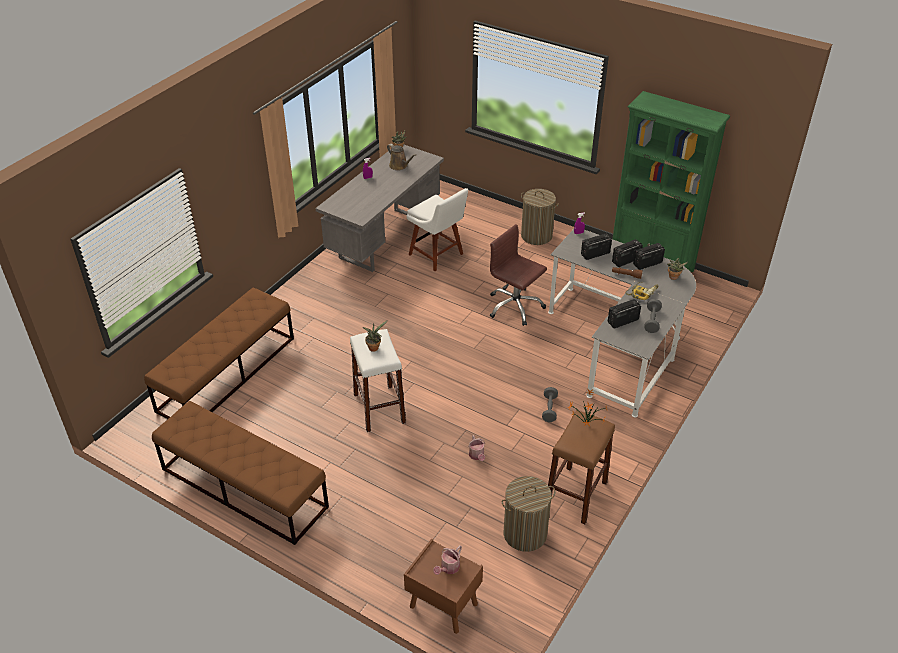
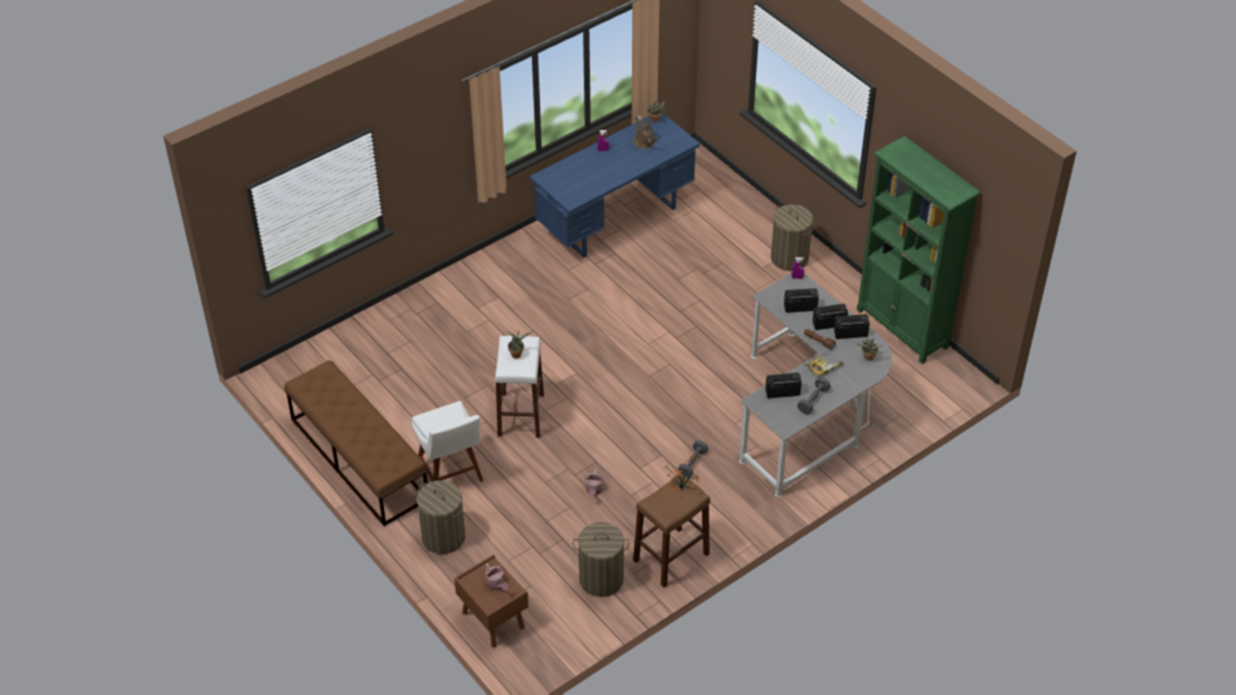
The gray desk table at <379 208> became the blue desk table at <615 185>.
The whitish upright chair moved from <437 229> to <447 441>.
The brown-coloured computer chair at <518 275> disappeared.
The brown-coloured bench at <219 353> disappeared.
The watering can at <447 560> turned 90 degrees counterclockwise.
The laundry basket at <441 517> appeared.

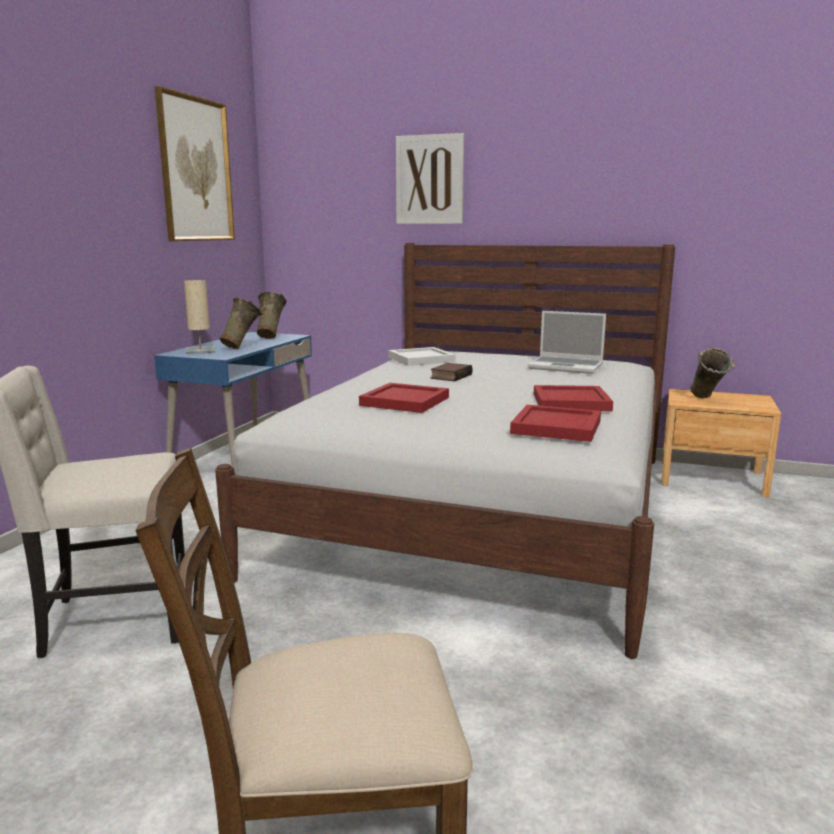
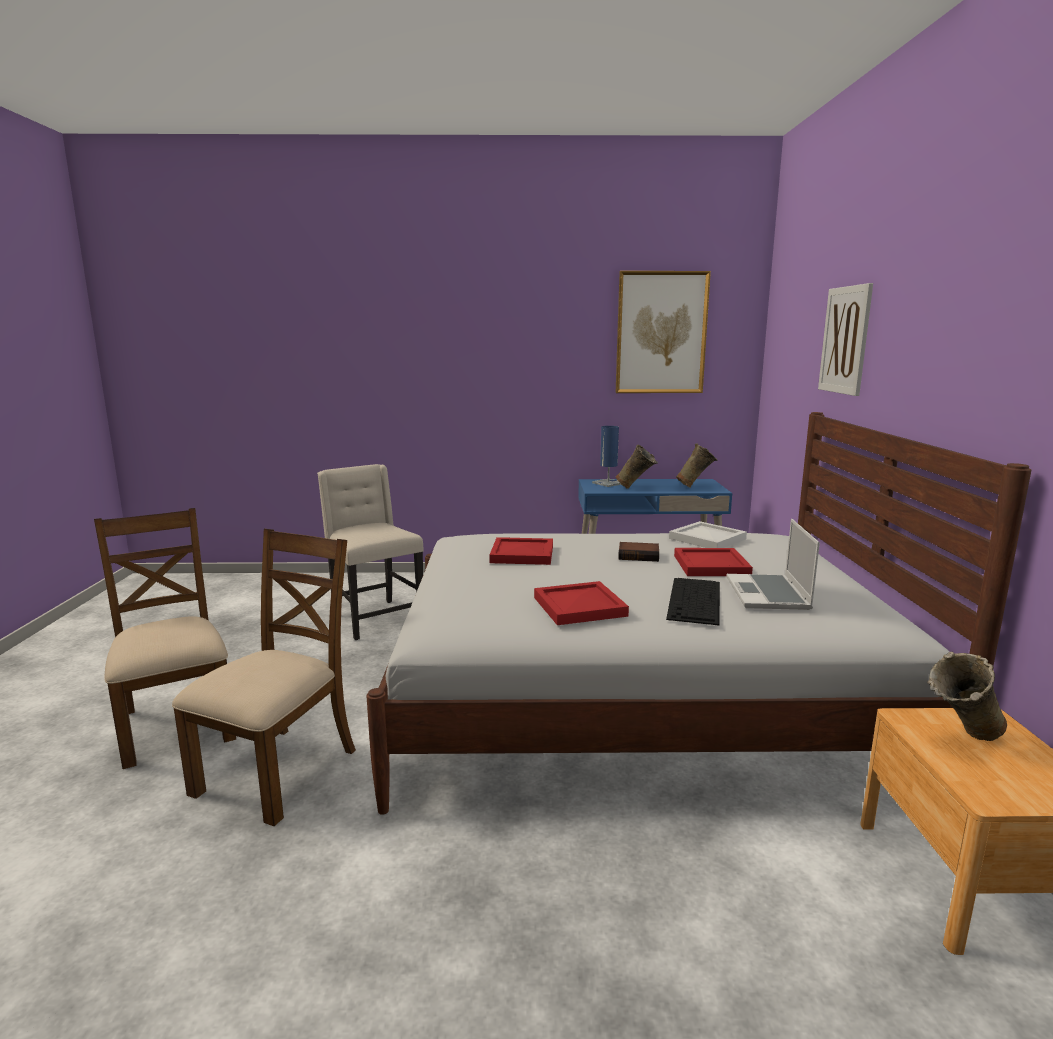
The beige lamp for a table at <199 317> became the blue lamp for a table at <606 456>.
The reddish carrying tray moved from <555 423> to <713 562>.
The brown-coloured upright chair at <264 677> appeared.
The PC keyboard at <693 601> appeared.

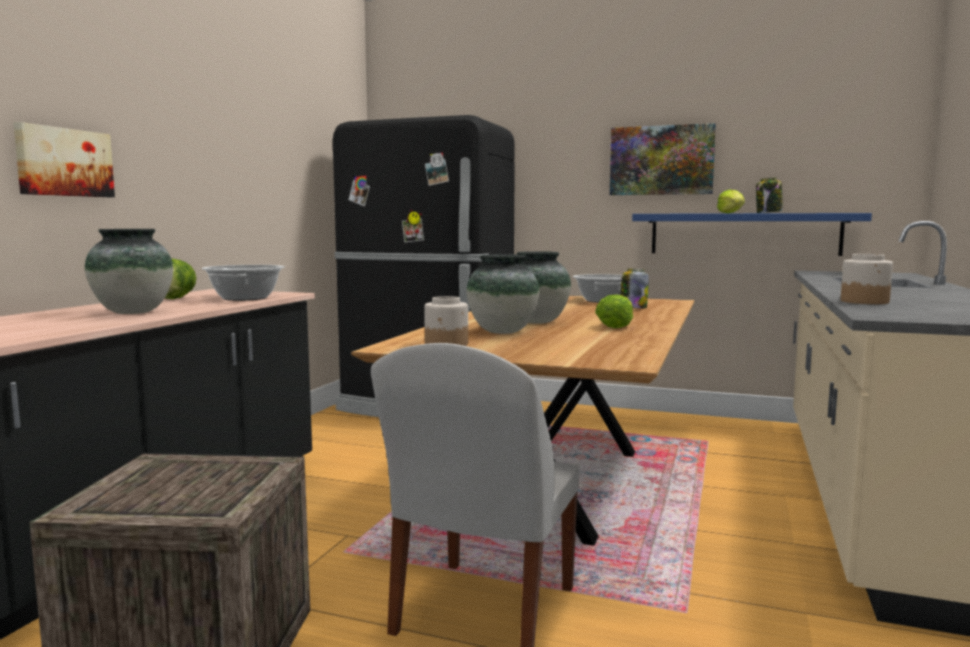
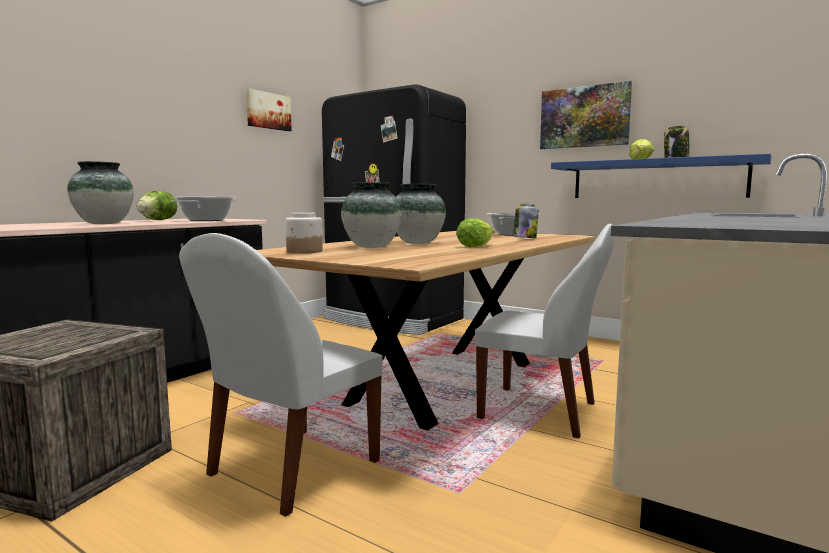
The wall picture moved from <64 159> to <269 110>.
The storage jar at <867 279> disappeared.
The whitish upright chair at <545 331> appeared.

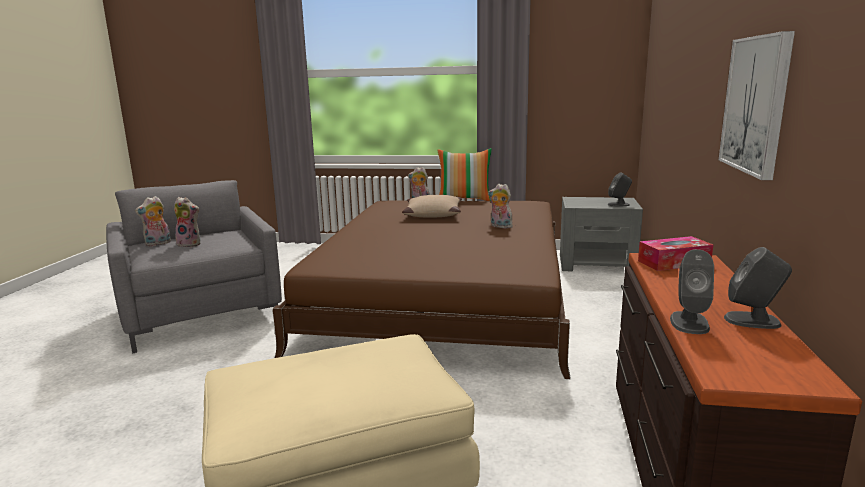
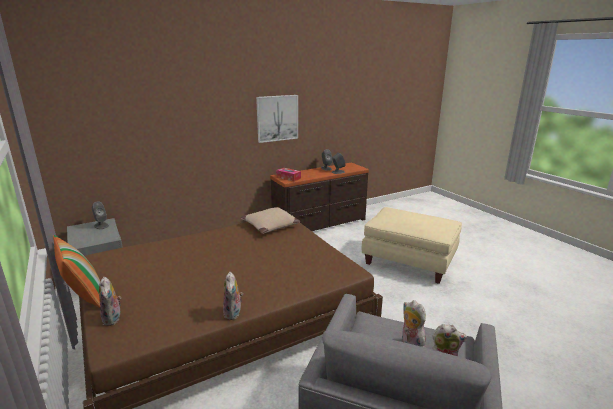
The soft toy moved from <500 206> to <233 296>.
The beige throw pillow moved from <432 206> to <270 220>.

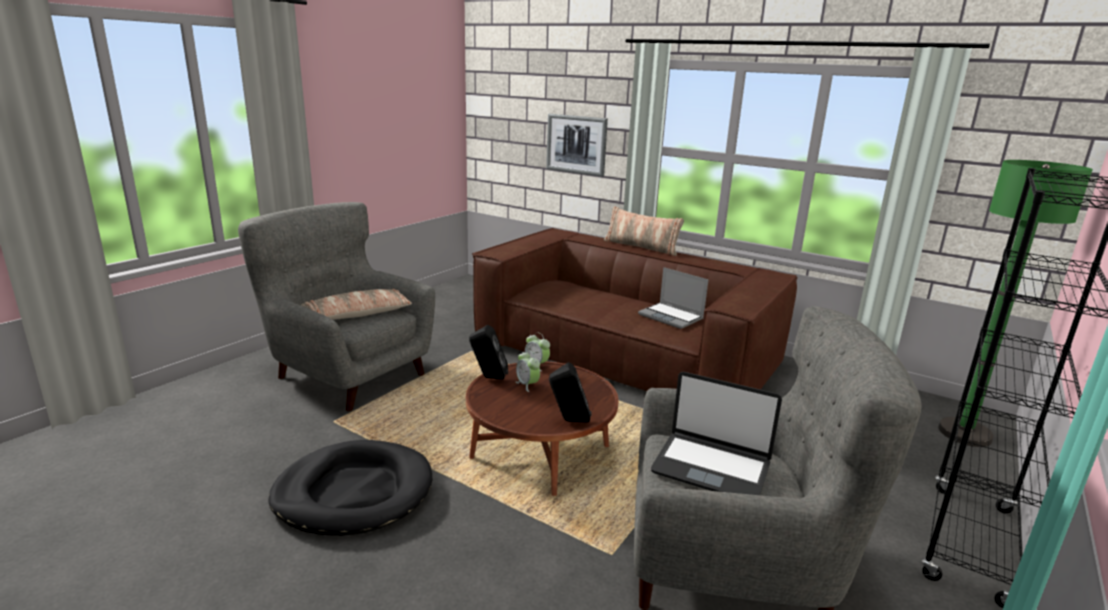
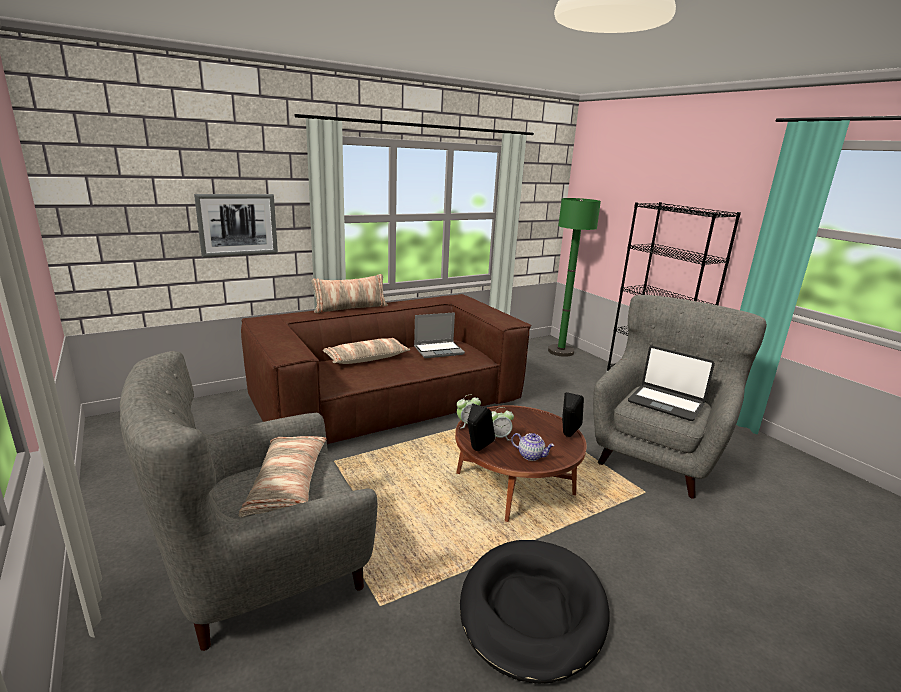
The laptop at <716 433> turned 75 degrees clockwise.
The throw pillow at <366 351> appeared.
The pot for tea at <533 447> appeared.

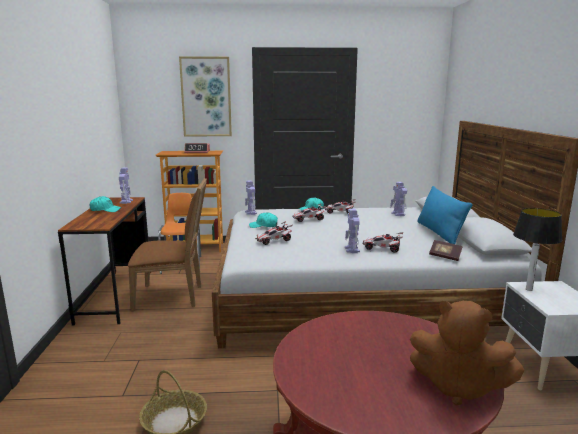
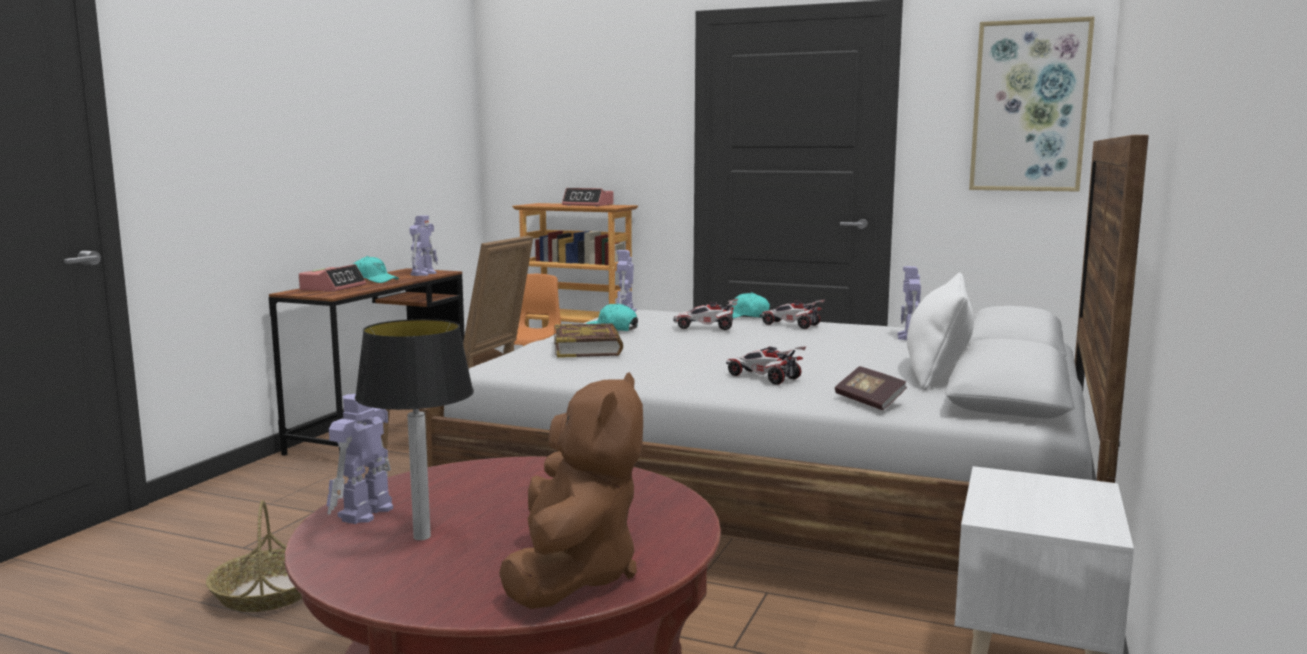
The wall picture moved from <205 96> to <1032 104>.
The blue throw pillow at <445 215> became the whitish throw pillow at <940 331>.
The lamp for a table moved from <537 249> to <414 429>.
The toy robot moved from <352 231> to <360 459>.
The toy car at <274 233> was replaced by the bound book at <588 340>.
The brown-coloured soft toy at <467 353> turned 135 degrees counterclockwise.
The bedside clock at <332 278> appeared.

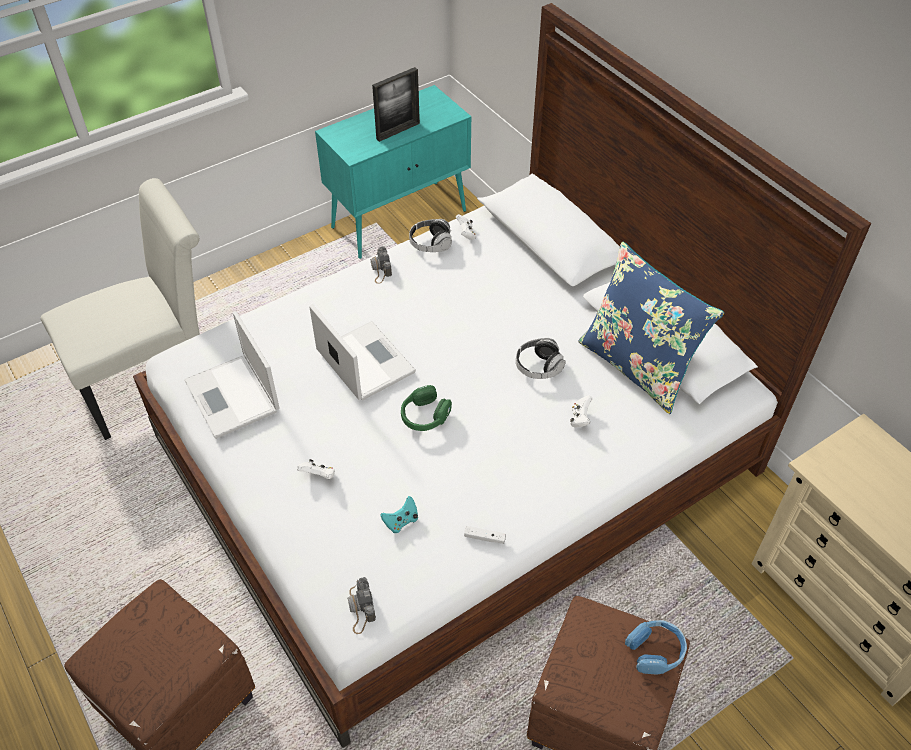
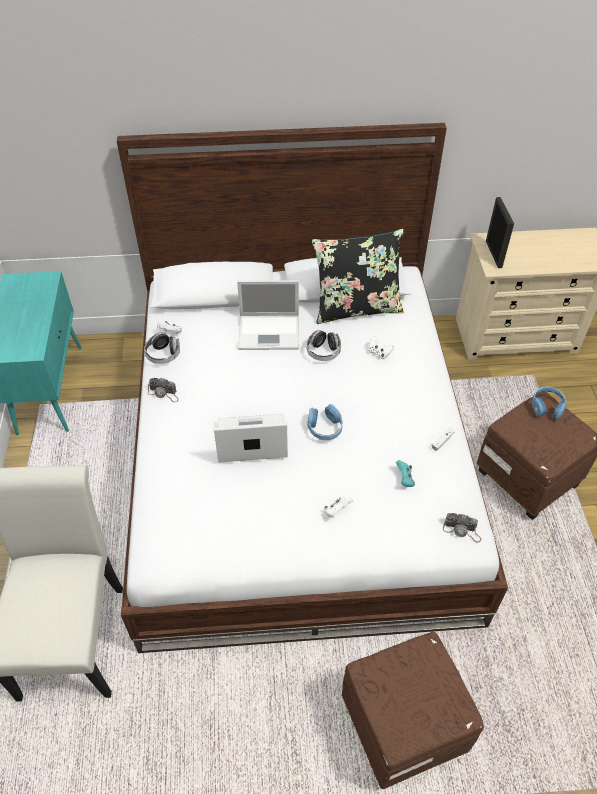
The standing frame moved from <396 104> to <500 232>.
The blue throw pillow at <651 328> became the blackish throw pillow at <358 276>.
The laptop moved from <232 375> to <268 315>.
The greenish headset at <426 408> became the blue headset at <325 422>.

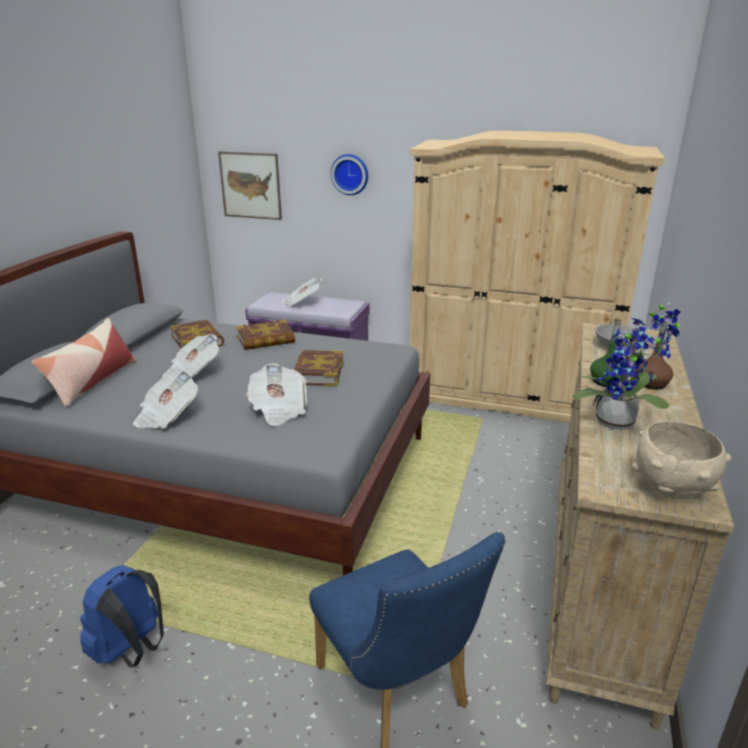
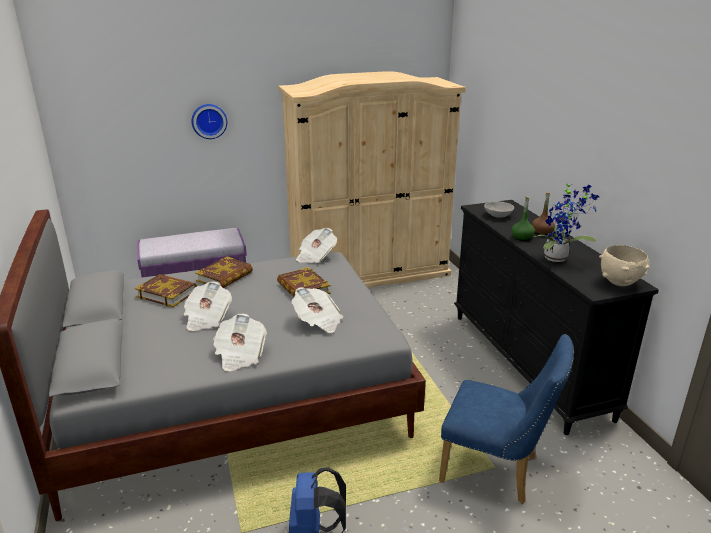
The wall picture at <250 185> disappeared.
The printed paper moved from <302 292> to <316 245>.
The throw pillow at <84 362> disappeared.
The beige chest of drawers at <640 526> became the blackish chest of drawers at <556 317>.

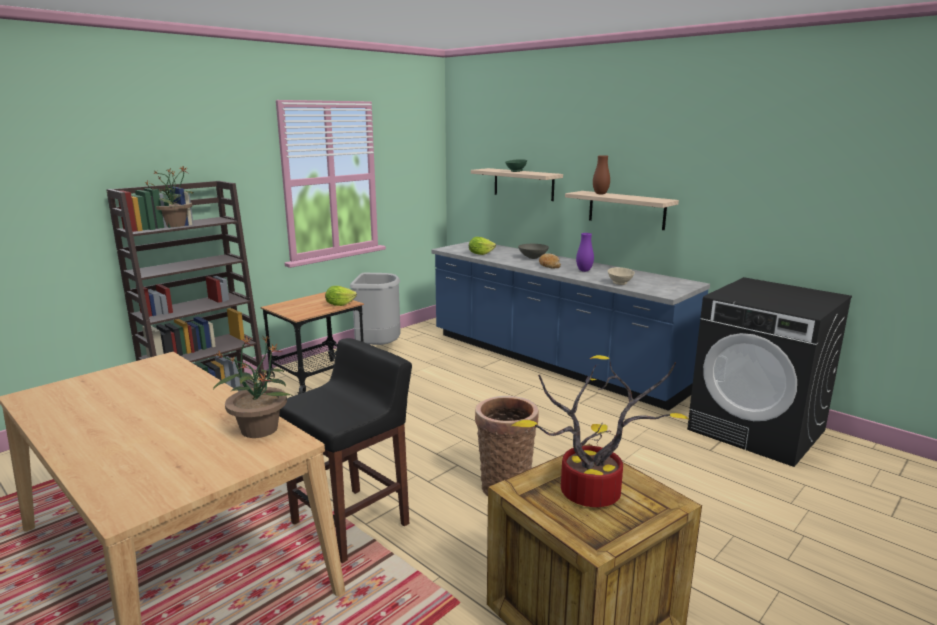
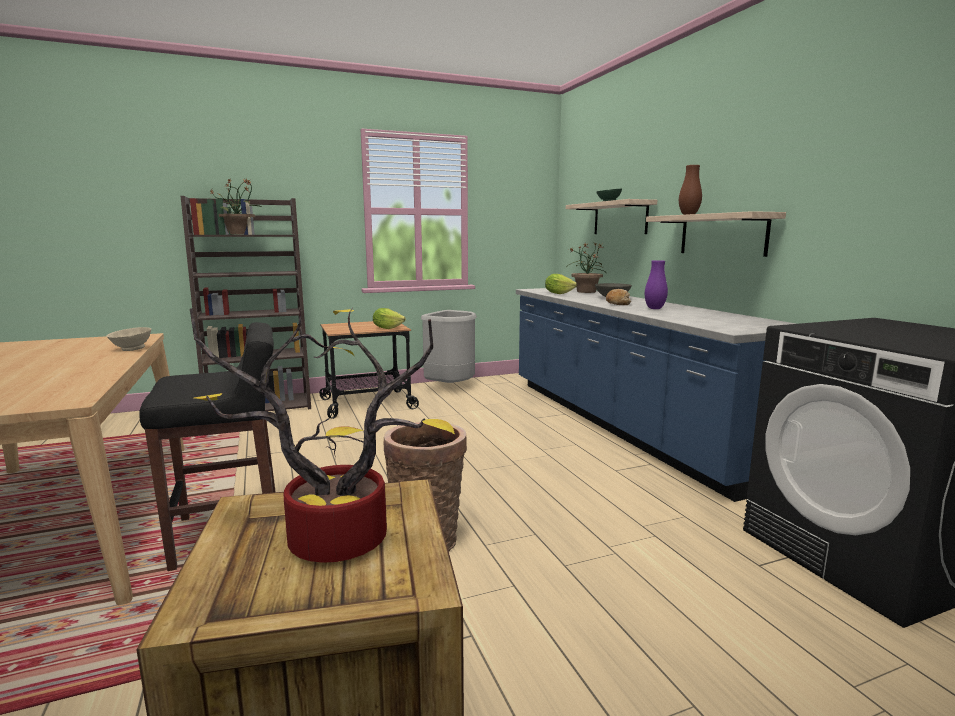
The beige bowl moved from <621 276> to <129 339>.
The plant in a pot moved from <253 386> to <587 267>.

